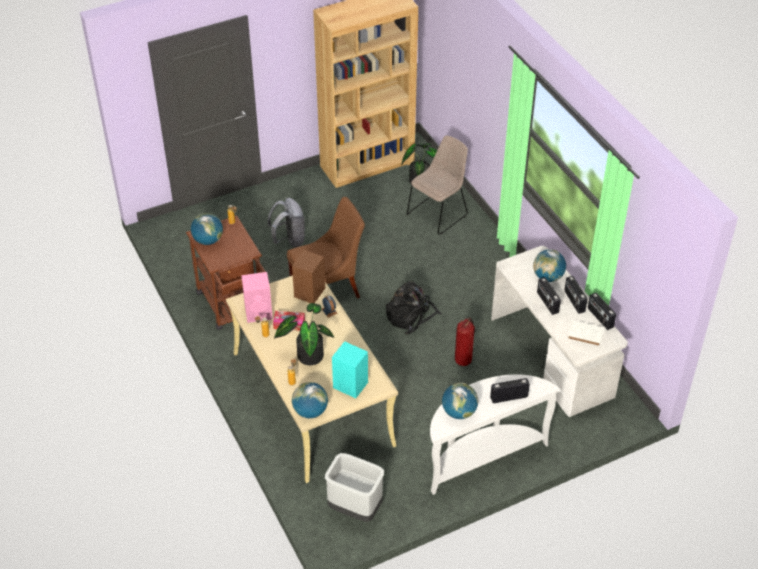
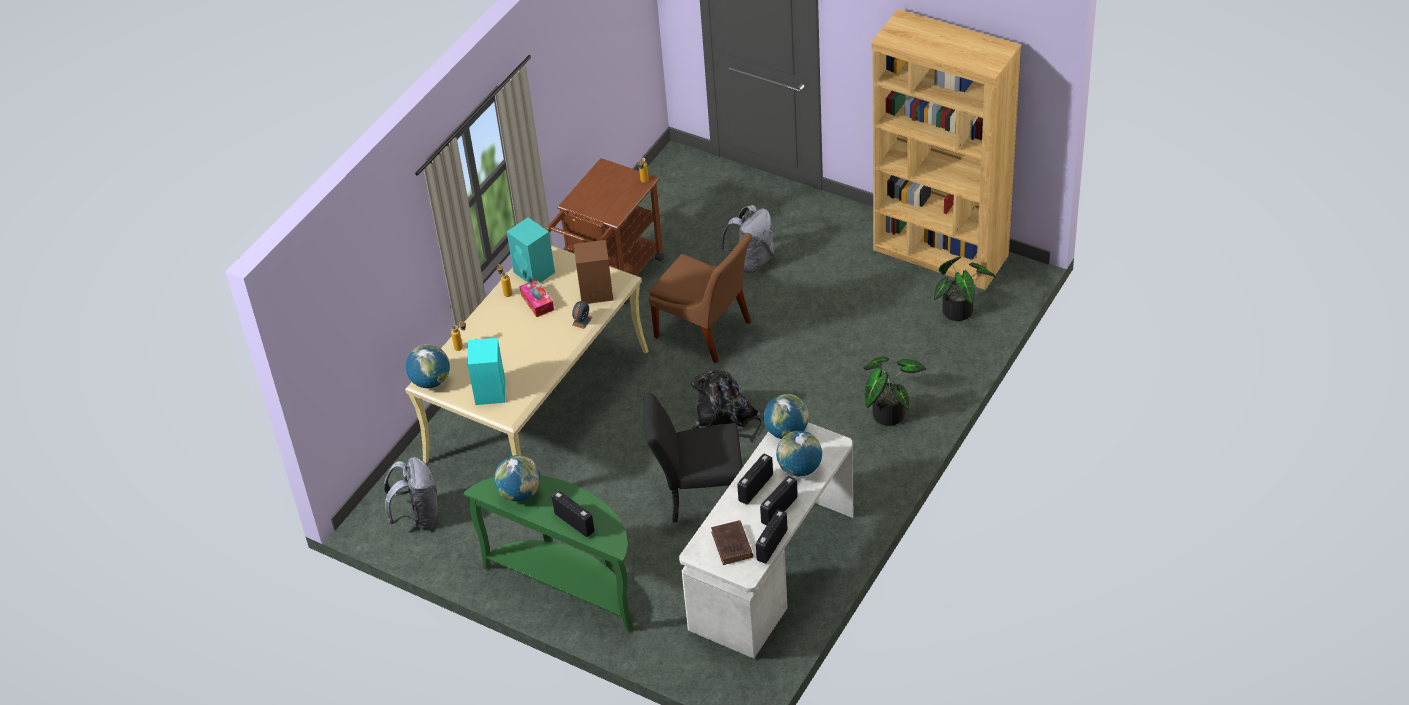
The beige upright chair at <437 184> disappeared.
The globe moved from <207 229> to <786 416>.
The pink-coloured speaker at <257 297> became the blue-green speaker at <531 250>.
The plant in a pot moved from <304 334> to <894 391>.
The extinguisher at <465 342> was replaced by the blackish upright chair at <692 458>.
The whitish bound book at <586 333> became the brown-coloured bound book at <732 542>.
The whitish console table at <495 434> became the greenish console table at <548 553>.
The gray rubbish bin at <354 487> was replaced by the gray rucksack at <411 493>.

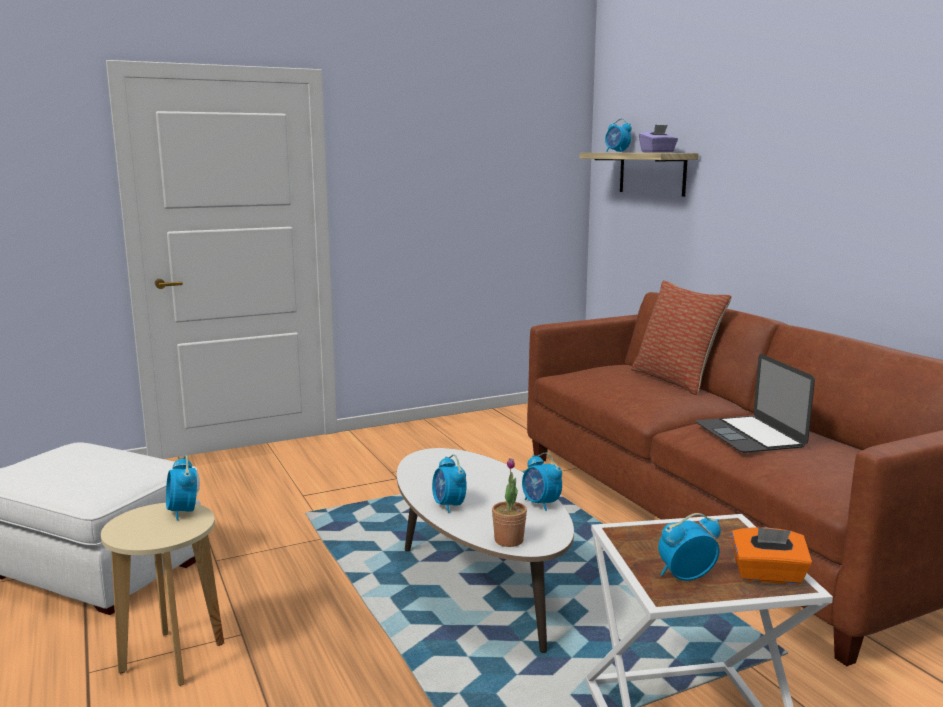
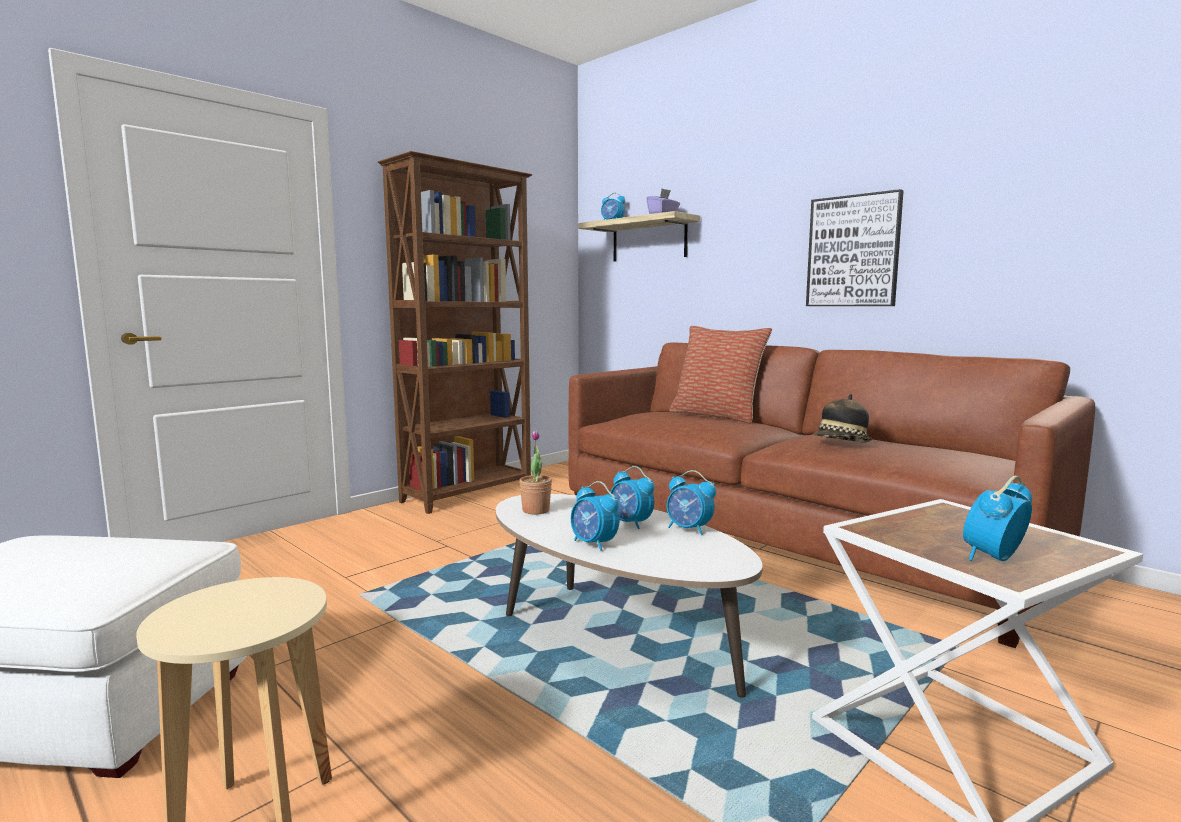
The laptop at <755 403> was replaced by the wearable hat at <842 418>.
The bedside clock moved from <181 487> to <632 497>.
The plant in a pot moved from <509 502> to <535 473>.
The orangey tissue box at <771 555> disappeared.
The brown-coloured bookshelf at <455 332> appeared.
The wall picture at <855 247> appeared.

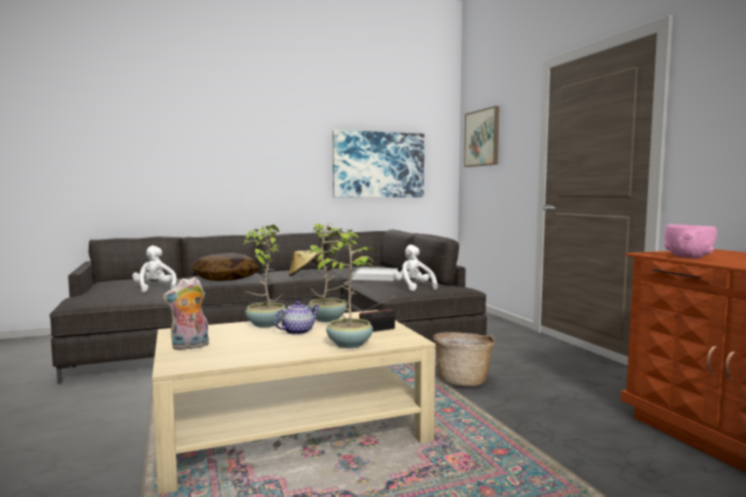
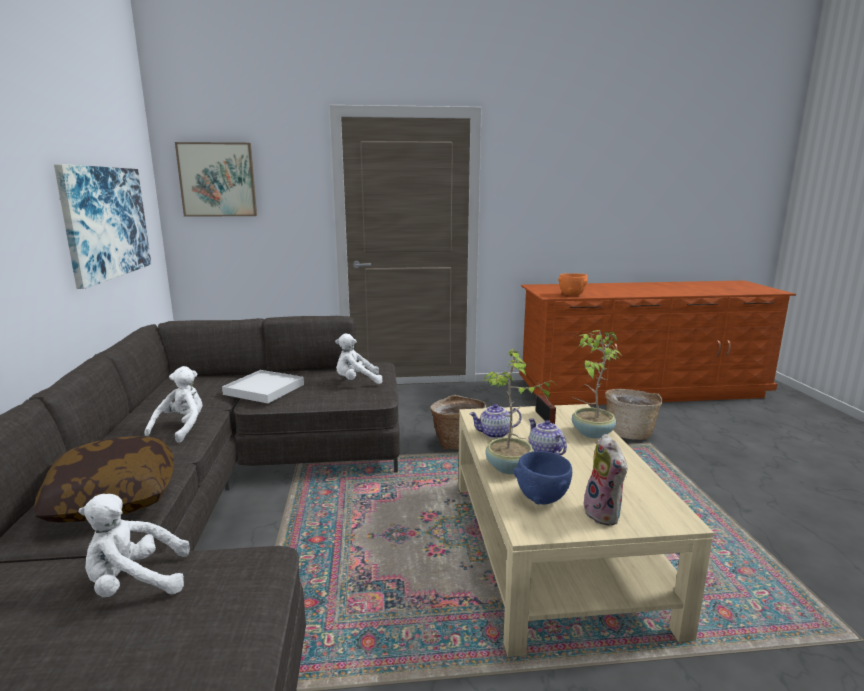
The plant in a pot at <328 272> was replaced by the pot for tea at <495 421>.
The pink-coloured bowl at <690 241> became the orangey bowl at <573 284>.
The beige wearable hat at <306 263> was replaced by the whitish soft toy at <173 404>.
The storage basket at <634 414> appeared.
The blue bowl at <543 478> appeared.

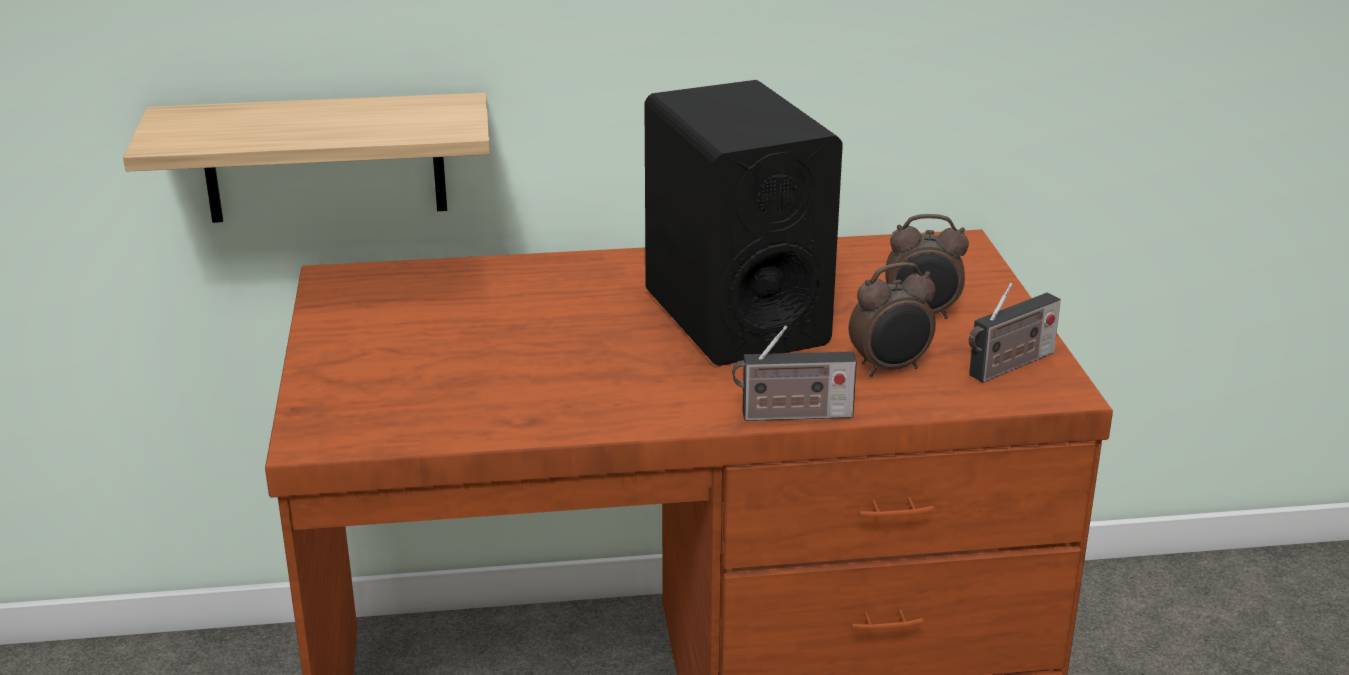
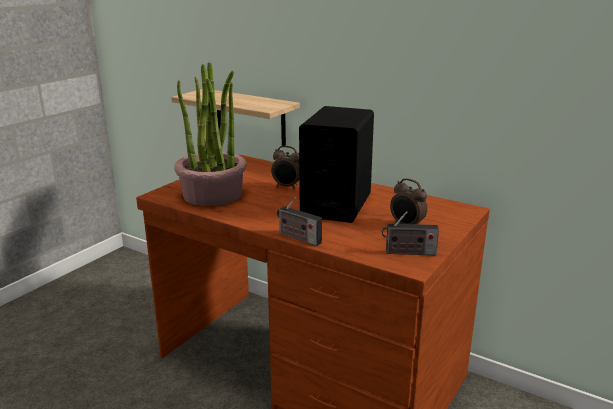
The bedside clock moved from <892 319> to <285 167>.
The plant in a pot at <210 134> appeared.

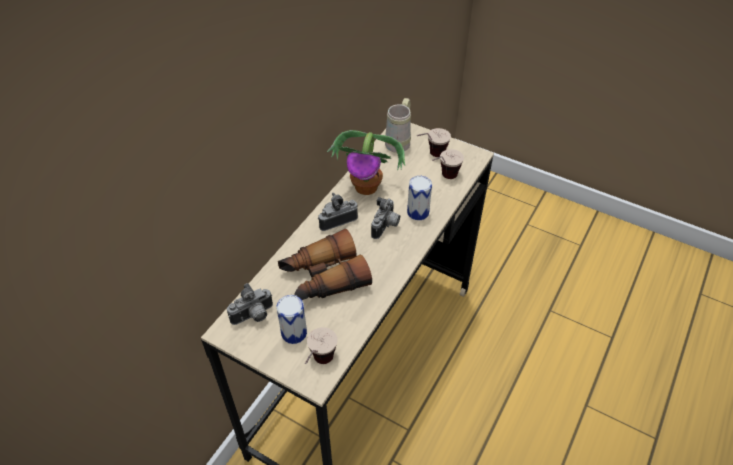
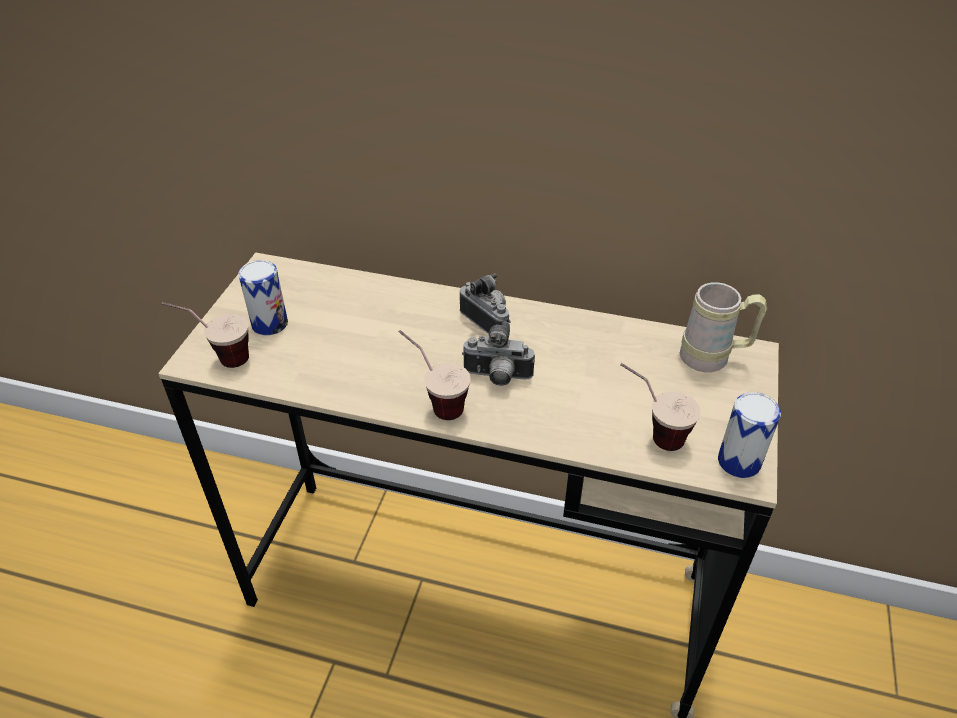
The cup moved from <434 142> to <435 375>.
The plant in a pot at <366 162> disappeared.
The metal can moved from <419 198> to <749 435>.
The binoculars at <325 264> disappeared.
The photo camera at <250 304> disappeared.

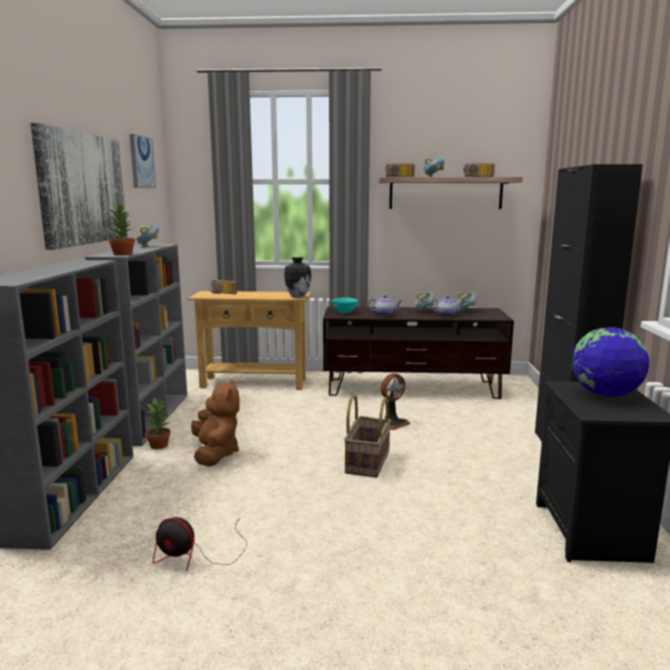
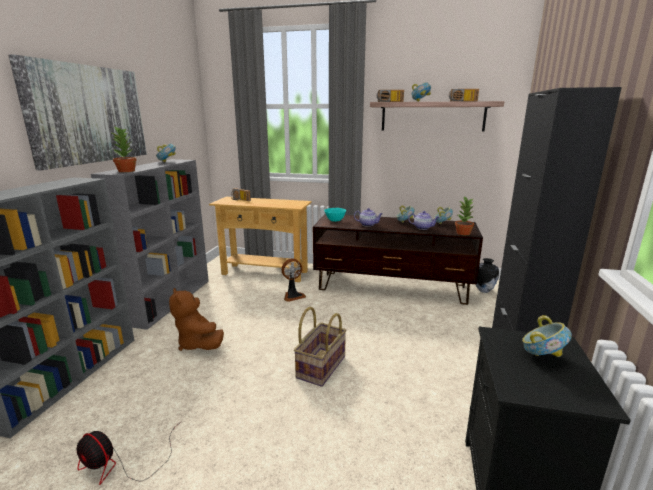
The wall picture at <143 161> disappeared.
The flower vase moved from <297 277> to <487 275>.
The globe at <610 362> was replaced by the bowl at <547 336>.
The electric fan moved from <395 401> to <293 280>.
The brown-coloured soft toy at <215 423> turned 150 degrees clockwise.
The plant in a pot moved from <158 423> to <465 215>.

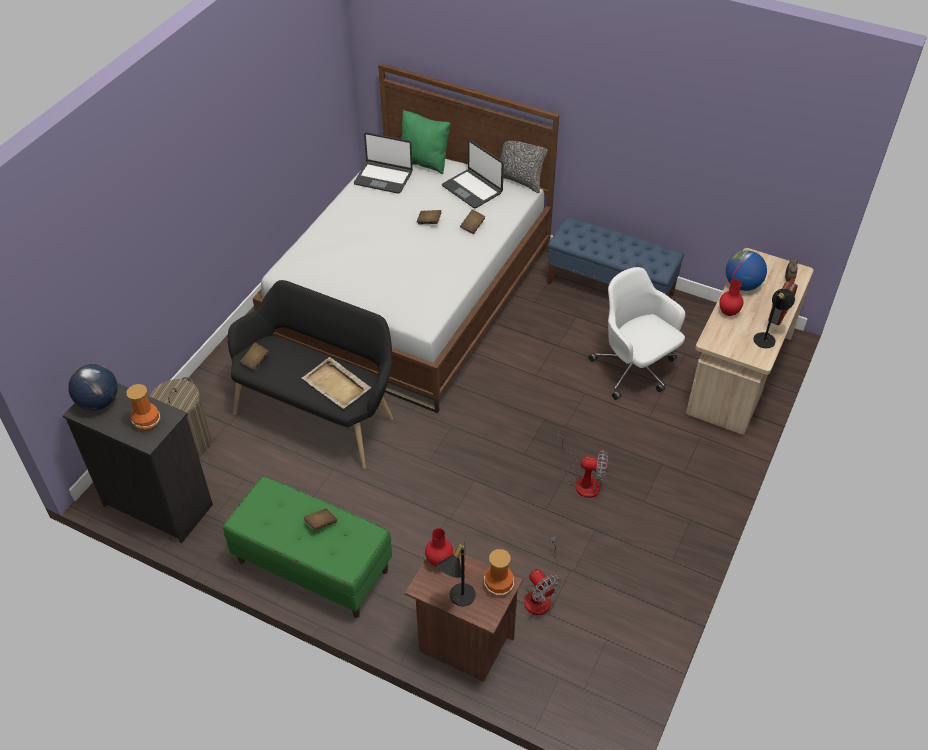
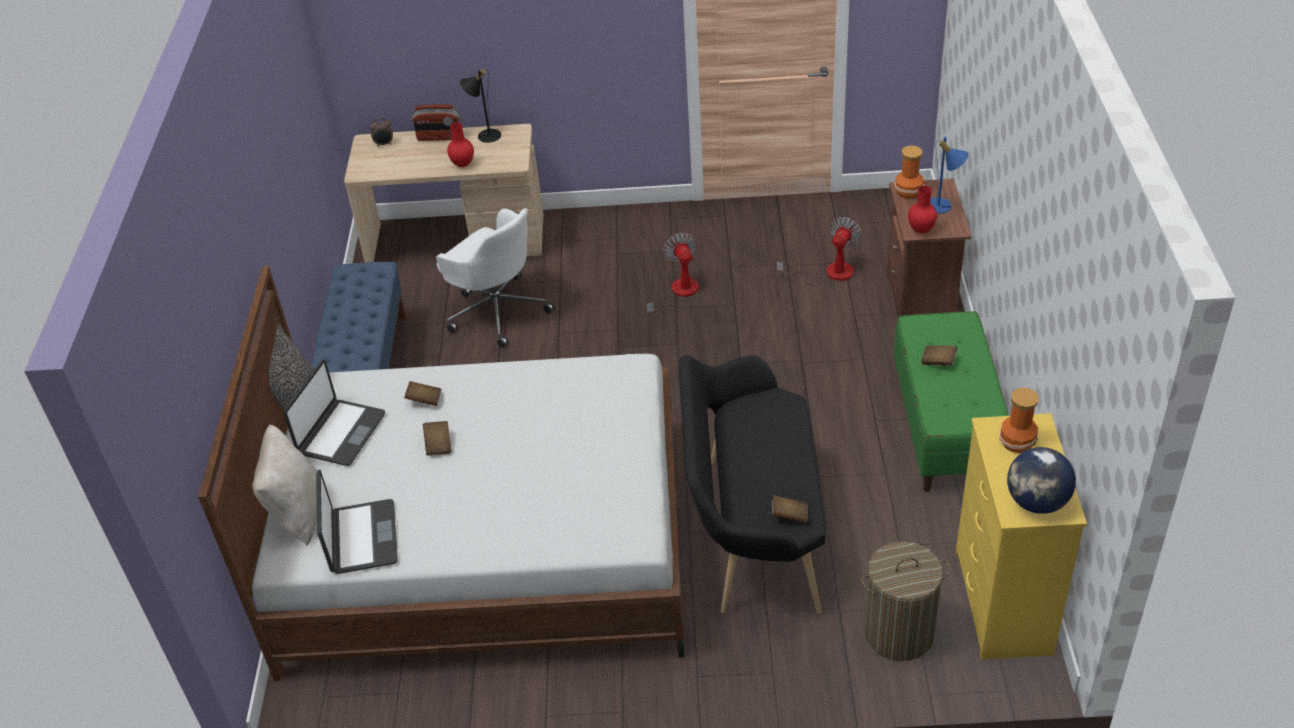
The greenish throw pillow at <426 142> became the beige throw pillow at <285 485>.
The globe at <746 270> disappeared.
The whitish computer chair at <637 333> turned 75 degrees counterclockwise.
The beige carrying tray at <336 383> disappeared.
The blackish chest of drawers at <137 463> became the yellow-coloured chest of drawers at <1021 536>.
The blackish lamp for a table at <456 575> became the blue lamp for a table at <949 175>.

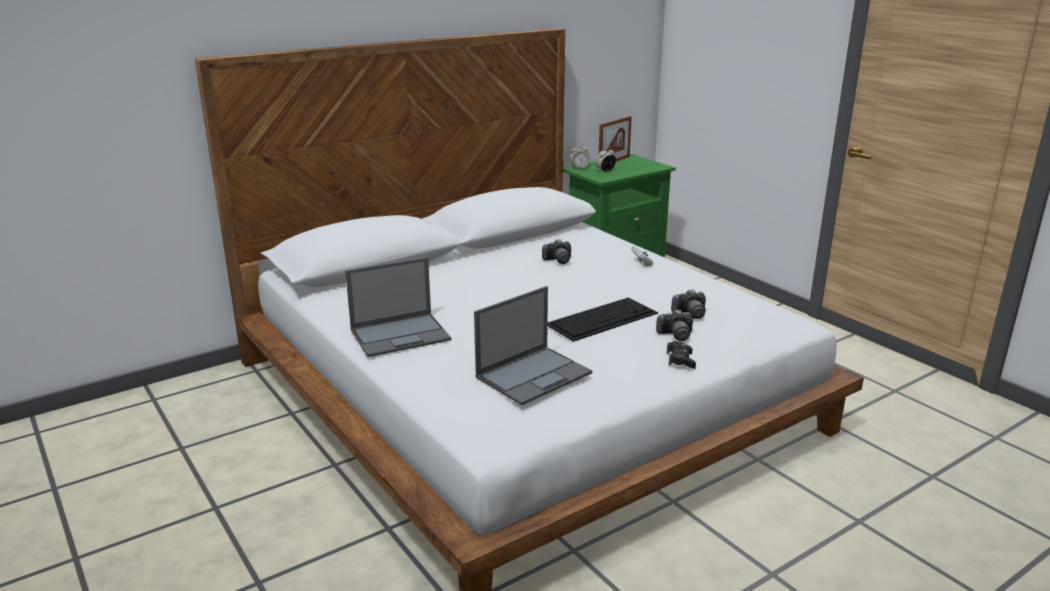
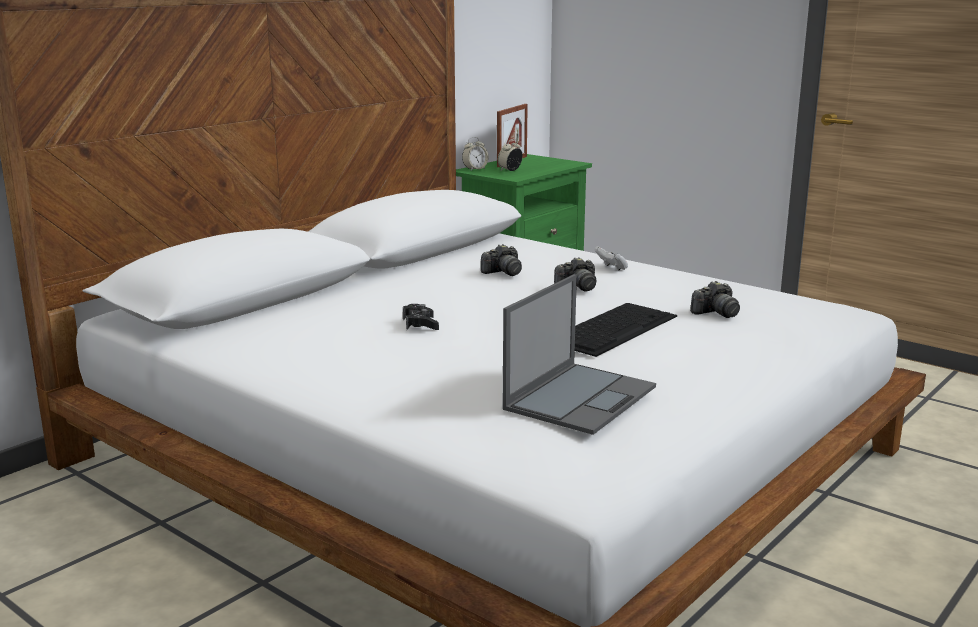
The laptop at <398 307> disappeared.
The photo camera moved from <674 325> to <575 274>.
The blackish game controller moved from <681 355> to <421 317>.

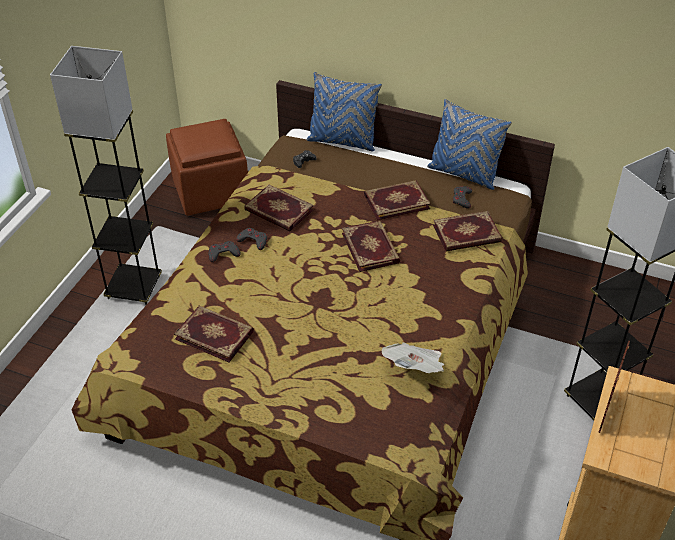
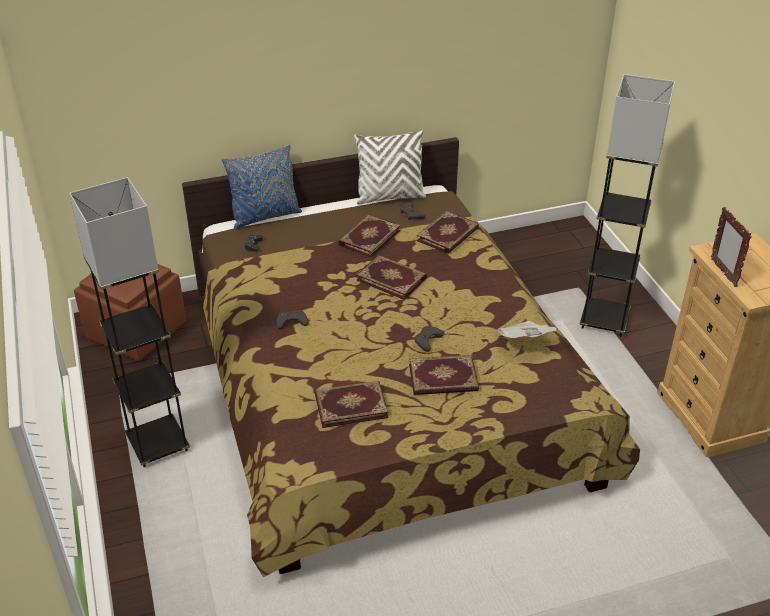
The blue throw pillow at <469 144> became the whitish throw pillow at <390 167>.
The bound book moved from <279 208> to <444 375>.
The gray game controller moved from <225 251> to <429 339>.

